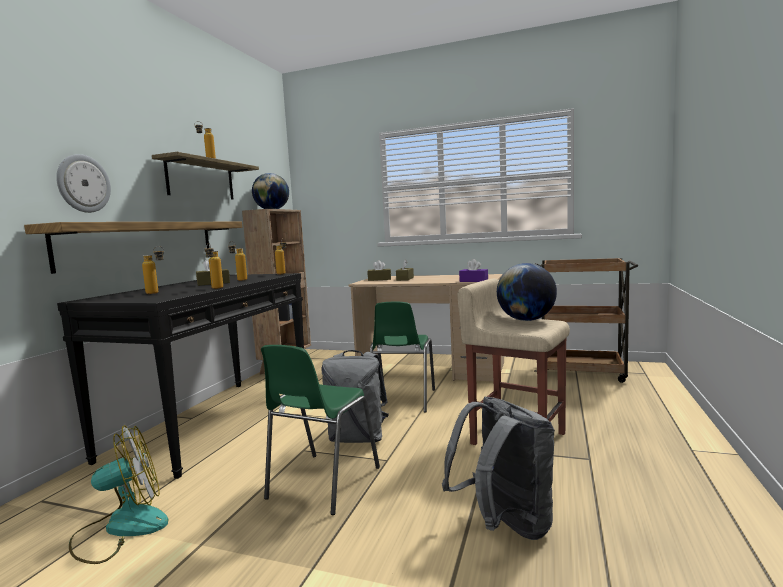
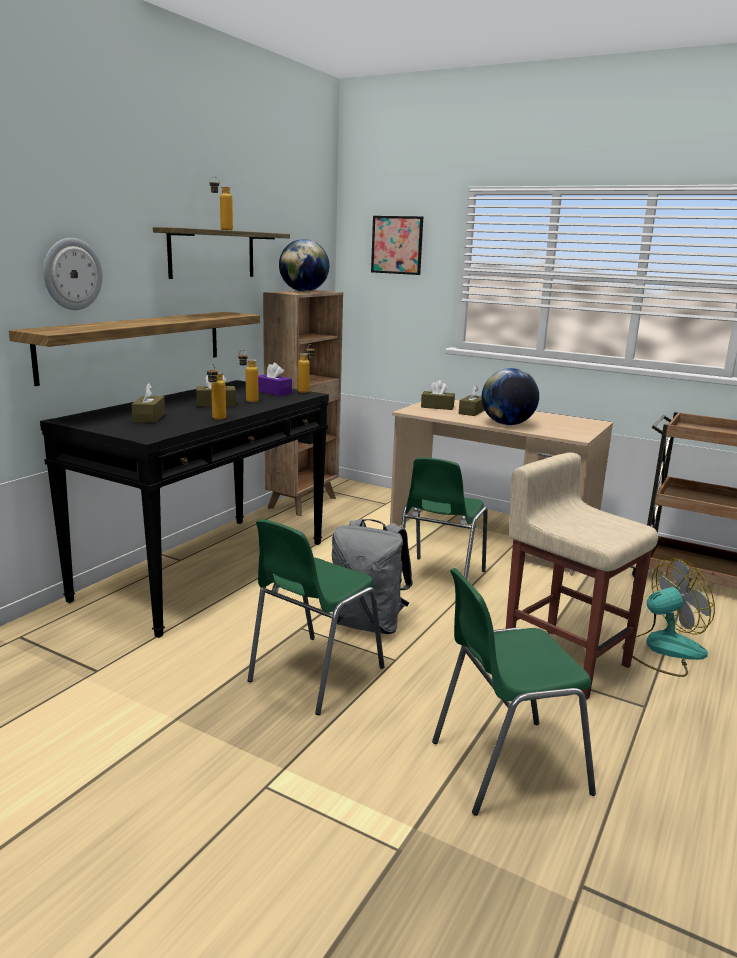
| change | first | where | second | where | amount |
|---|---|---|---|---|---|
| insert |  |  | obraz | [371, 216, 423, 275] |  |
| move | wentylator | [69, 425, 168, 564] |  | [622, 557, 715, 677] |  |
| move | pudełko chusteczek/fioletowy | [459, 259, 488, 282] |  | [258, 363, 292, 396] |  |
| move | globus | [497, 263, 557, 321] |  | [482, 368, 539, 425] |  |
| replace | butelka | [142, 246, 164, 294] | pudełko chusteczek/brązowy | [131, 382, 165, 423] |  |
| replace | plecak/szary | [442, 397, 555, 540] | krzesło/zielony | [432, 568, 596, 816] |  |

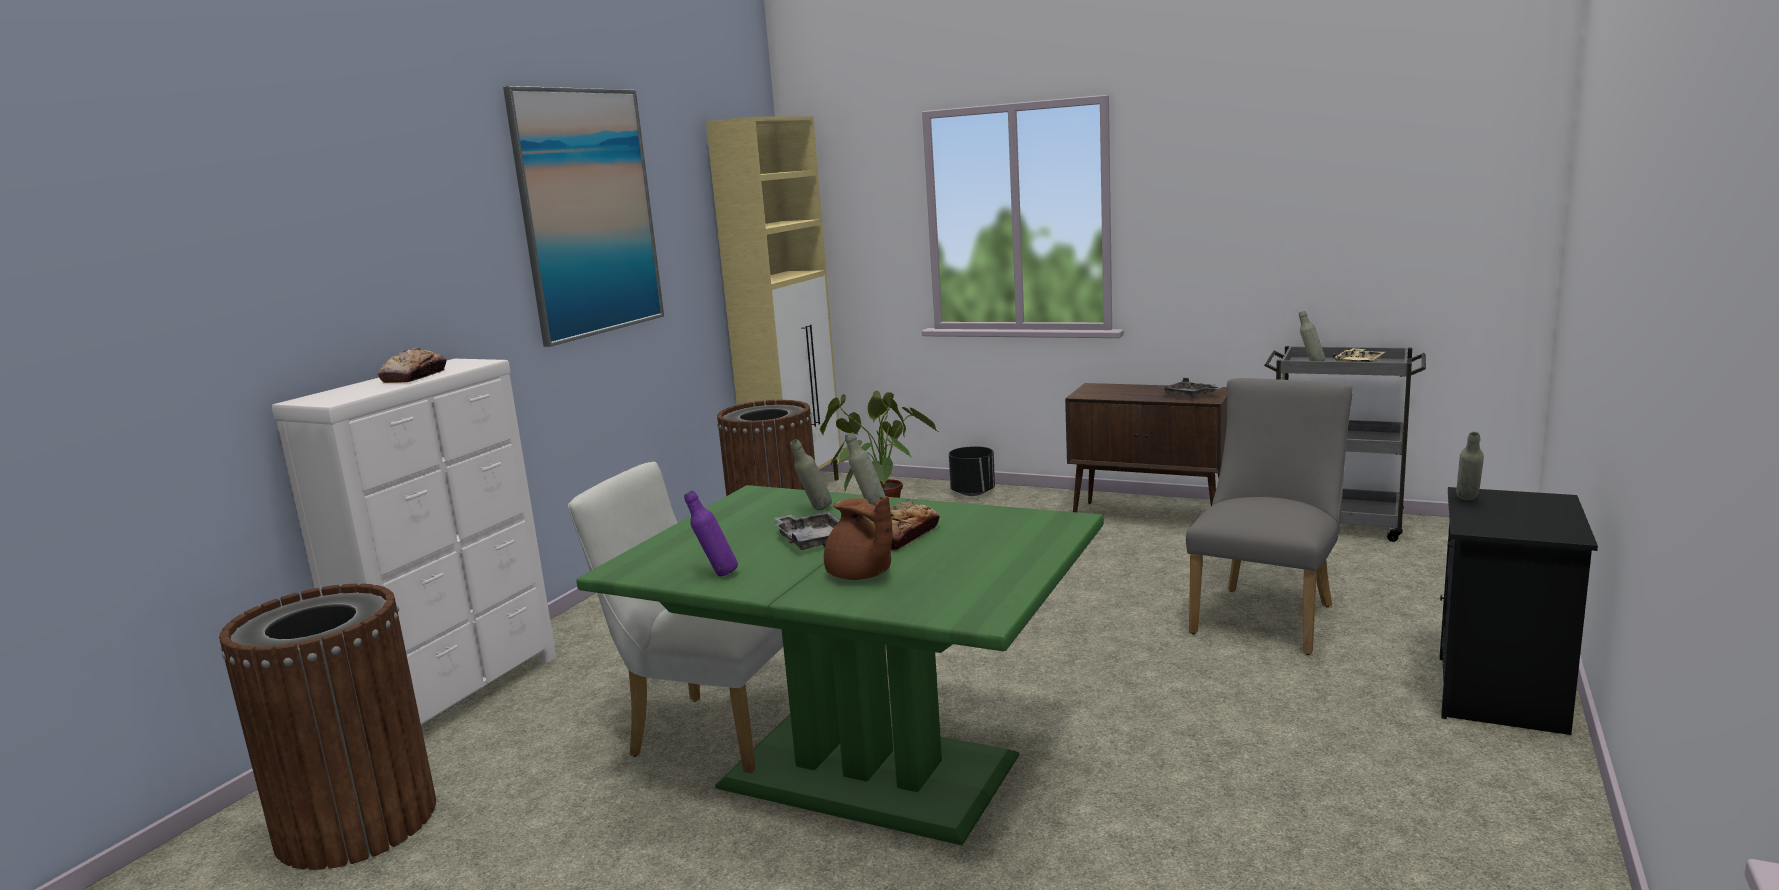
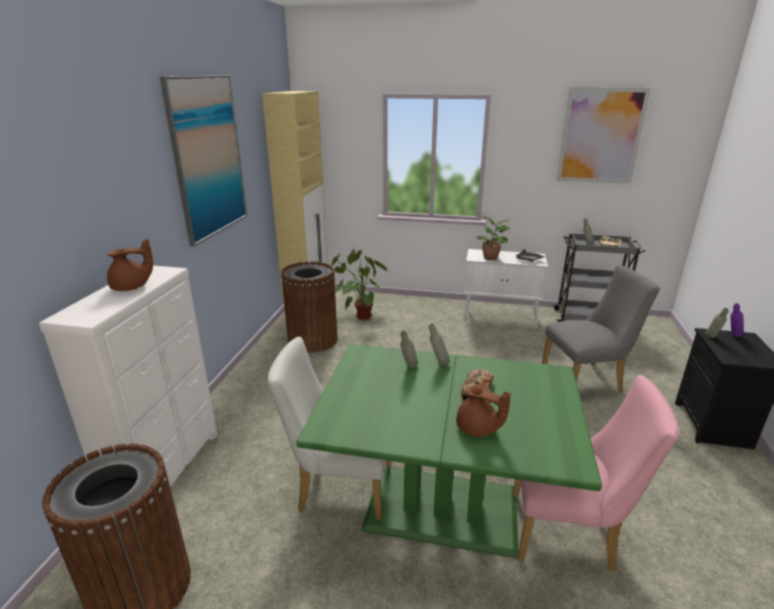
| change | first | where | second | where | amount |
|---|---|---|---|---|---|
| delete | taca/szary | [774, 511, 840, 550] |  |  |  |
| delete | donica/czarny | [949, 446, 995, 496] |  |  |  |
| insert |  |  | roślina doniczkowa | [476, 216, 509, 260] |  |
| insert |  |  | krzesło/różowy | [513, 375, 679, 572] |  |
| insert |  |  | obraz | [556, 87, 651, 184] |  |
| move | butelka/fioletowy | [684, 490, 738, 576] |  | [731, 303, 744, 337] |  |
| replace | chleb | [378, 348, 446, 383] | imbryk/brązowy | [107, 239, 153, 291] |  |
| recolor | szafka/brązowy | [1065, 383, 1227, 512] | szafka/biały | [463, 249, 548, 328] |  |
| rotate | krzesło/szary | [1186, 378, 1353, 655] |  | [542, 265, 660, 392] | 60 degrees clockwise |

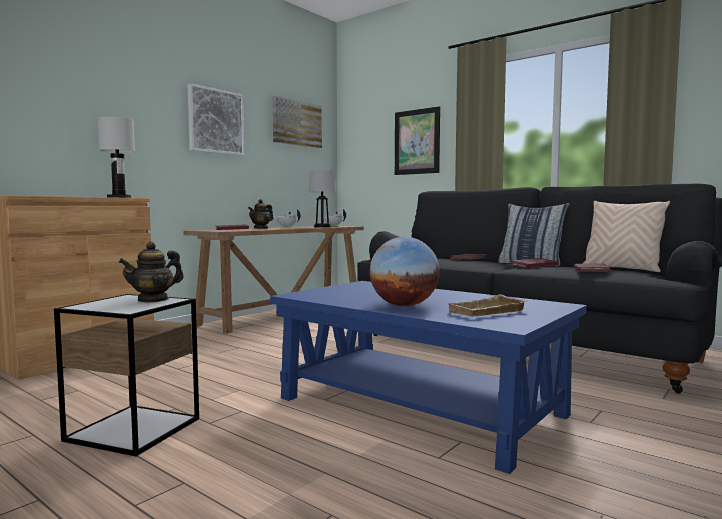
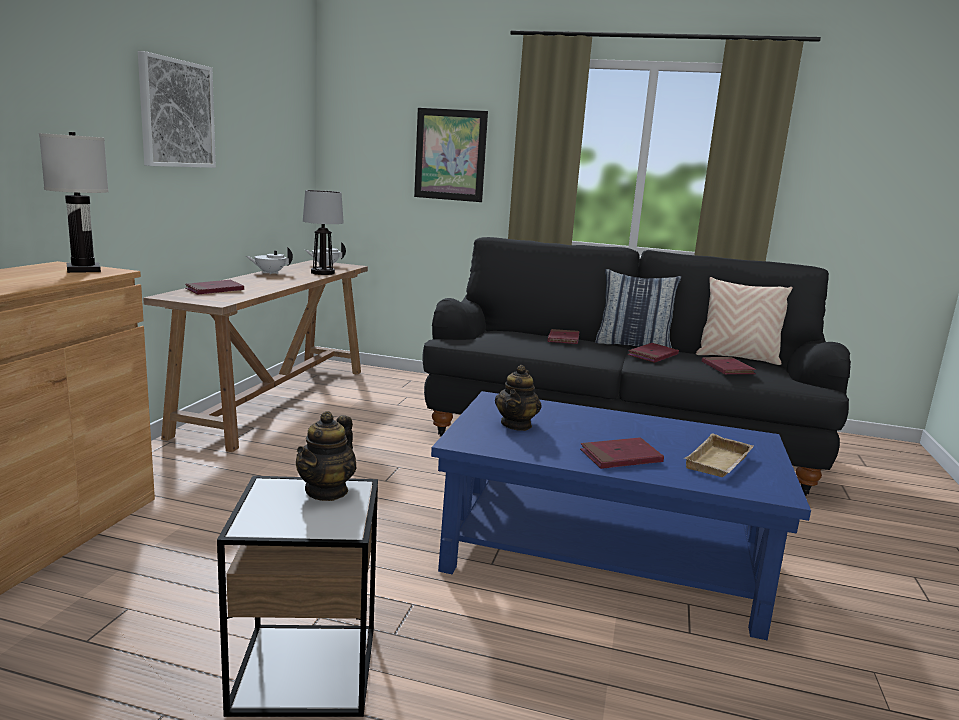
| change | first | where | second | where | amount |
|---|---|---|---|---|---|
| delete | obraz | [272, 96, 322, 148] |  |  |  |
| move | imbryk | [248, 199, 273, 229] |  | [495, 365, 542, 431] |  |
| replace | globus | [370, 237, 440, 306] | książka/czerwony | [580, 437, 664, 469] |  |

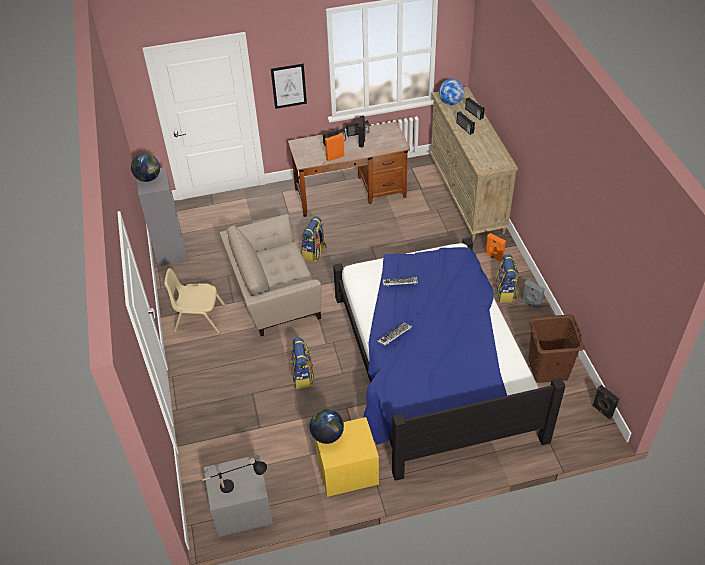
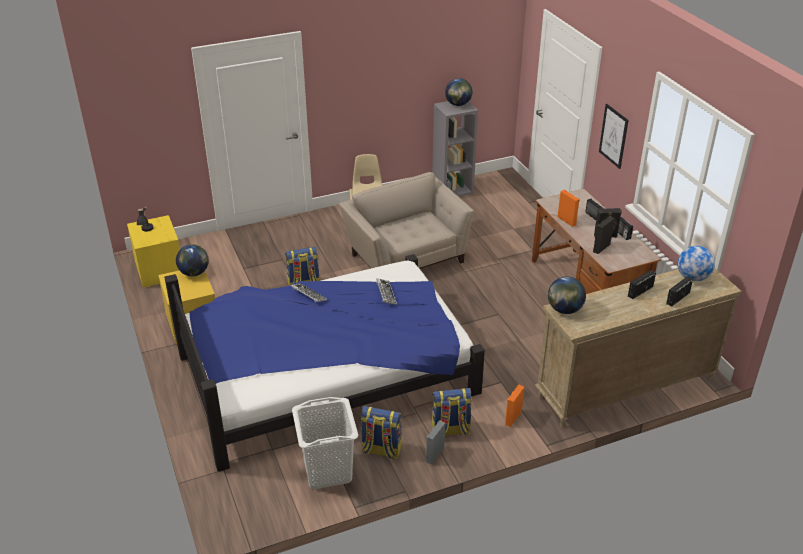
| change | first | where | second | where | amount |
|---|---|---|---|---|---|
| insert |  |  | globus | [548, 276, 586, 314] |  |
| move | plecak | [302, 216, 326, 263] |  | [361, 406, 402, 459] |  |
| move | głośnik/czarny | [592, 385, 619, 420] |  | [593, 216, 615, 254] |  |
| recolor | szafka nocna/szary | [204, 455, 273, 537] | szafka nocna/żółty | [127, 215, 180, 288] |  |
| recolor | kosz na pranie/brązowy | [529, 314, 585, 383] | kosz na pranie/biały | [292, 397, 358, 489] |  |

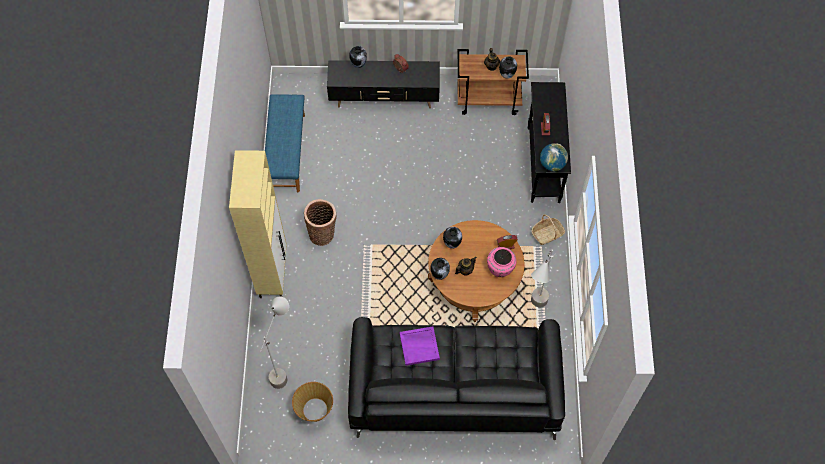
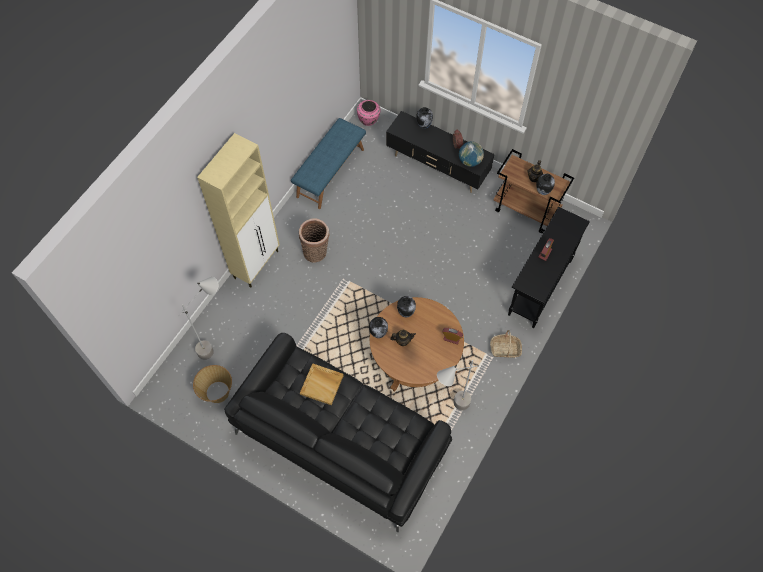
| change | first | where | second | where | amount |
|---|---|---|---|---|---|
| move | wazon/różowy | [487, 247, 516, 277] |  | [357, 100, 380, 126] |  |
| move | globus | [540, 143, 568, 172] |  | [459, 141, 484, 167] |  |
| recolor | taca/fioletowy | [399, 326, 440, 366] | taca/beżowy | [300, 363, 344, 405] |  |

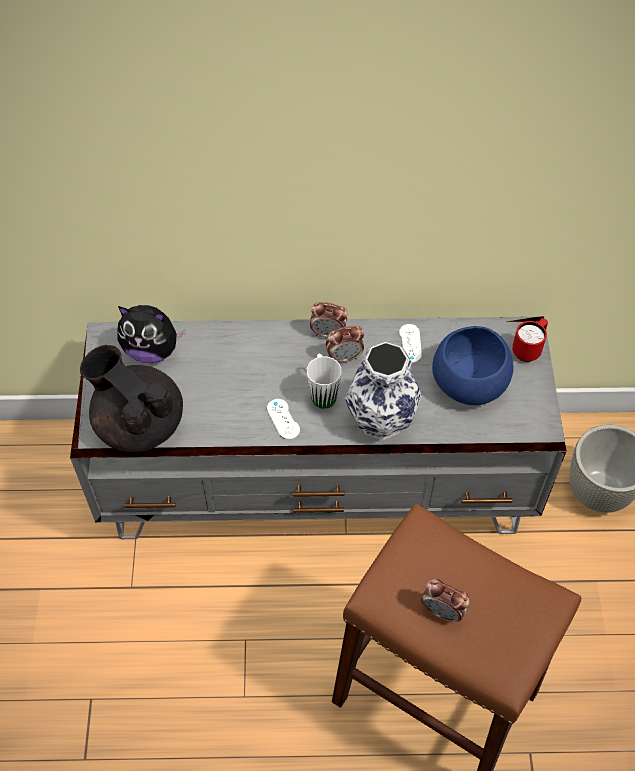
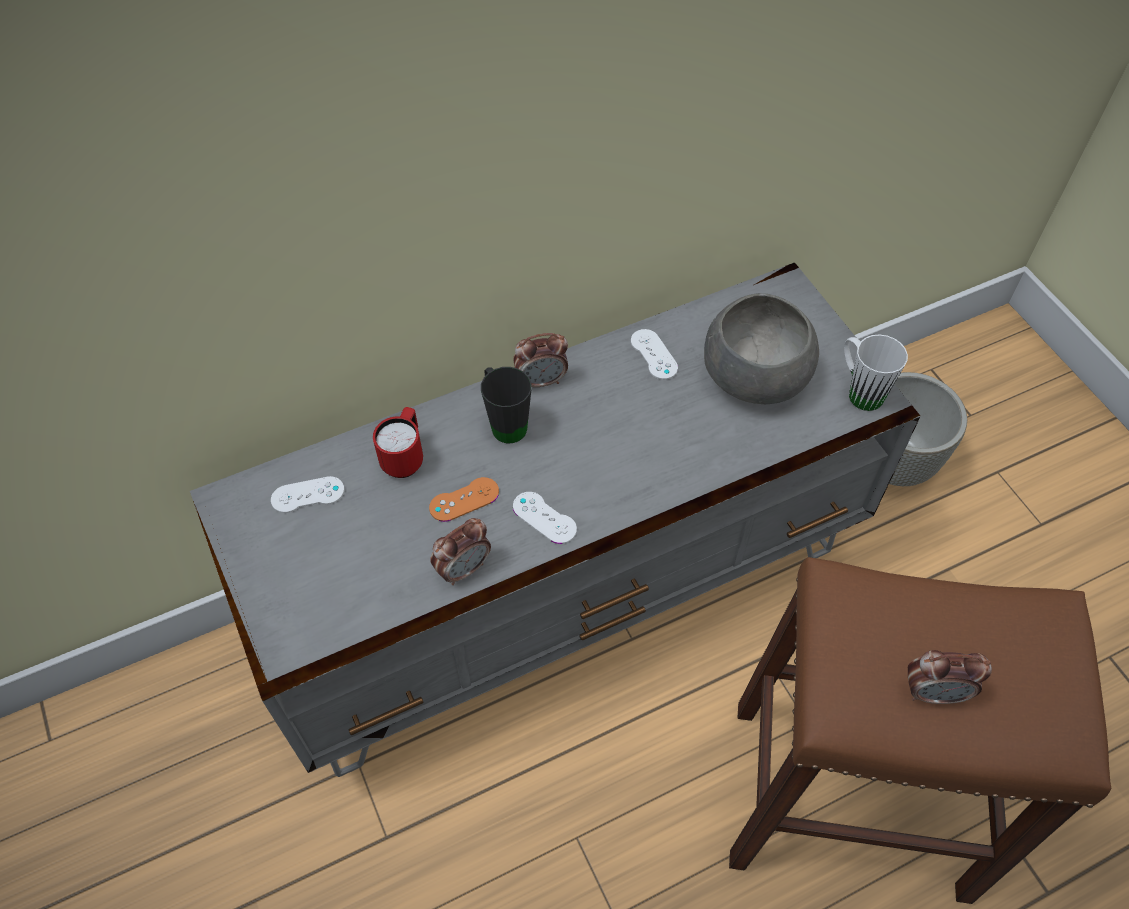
| change | first | where | second | where | amount |
|---|---|---|---|---|---|
| delete | imbryk/czarny | [80, 345, 183, 452] |  |  |  |
| delete | wazon | [345, 342, 422, 440] |  |  |  |
| insert |  |  | pad do gier/pomarańczowy | [429, 477, 499, 522] |  |
| insert |  |  | kubek/czarny | [481, 367, 532, 443] |  |
| move | kubek/biały | [307, 354, 342, 409] |  | [844, 334, 908, 411] |  |
| move | budzik | [326, 326, 364, 362] |  | [430, 518, 491, 585] |  |
| move | kubek/czerwony | [512, 318, 548, 362] |  | [373, 407, 423, 478] |  |
| replace | pluszak | [117, 305, 186, 363] | pad do gier/biały | [271, 476, 344, 513] |  |
| recolor | miska/niebieski | [432, 326, 514, 405] | miska/szary | [704, 293, 819, 404] |  |

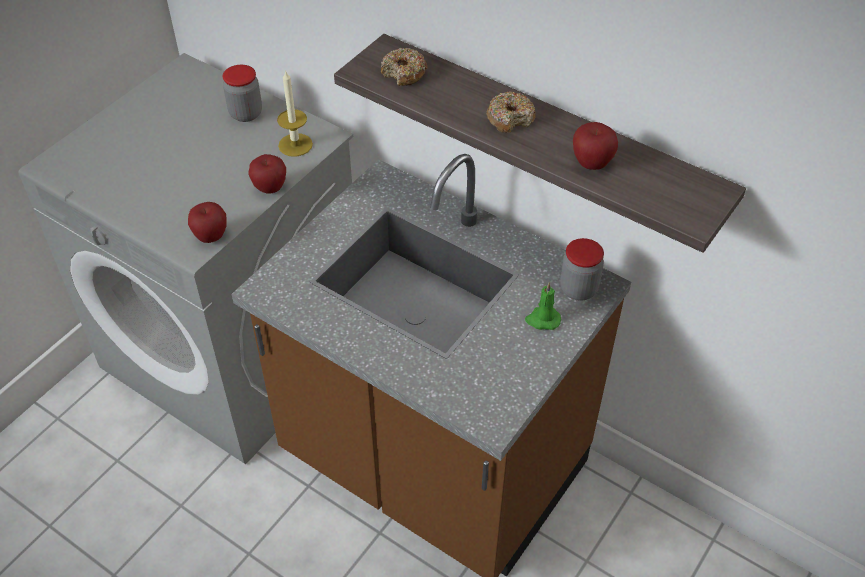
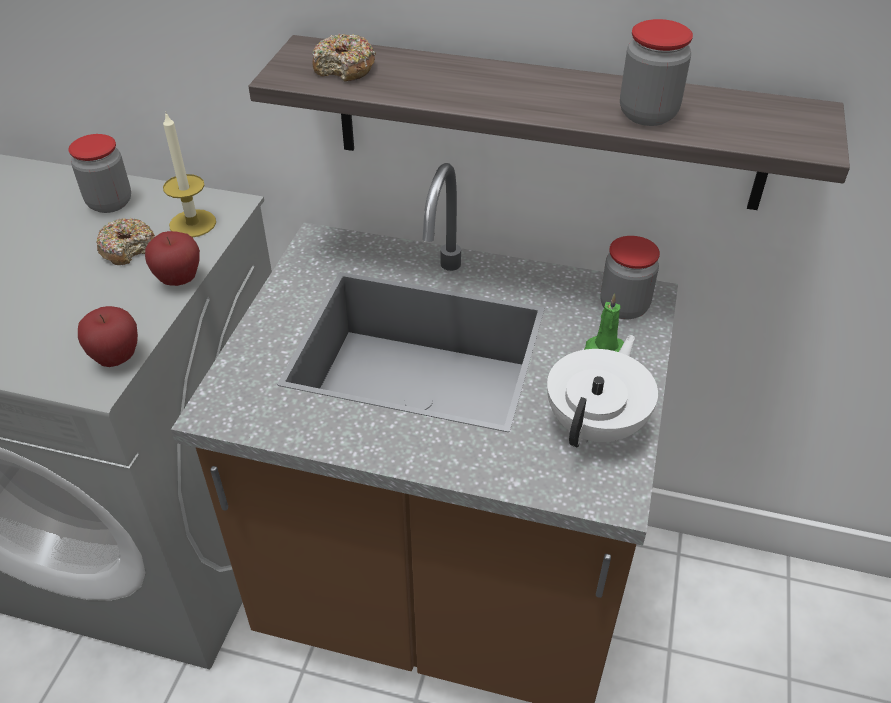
| change | first | where | second | where | amount |
|---|---|---|---|---|---|
| insert |  |  | imbryk/biały | [547, 335, 658, 447] |  |
| move | donut | [486, 92, 536, 133] |  | [96, 218, 155, 265] |  |
| replace | jabłko | [573, 122, 618, 170] | słoik | [620, 19, 693, 126] |  |

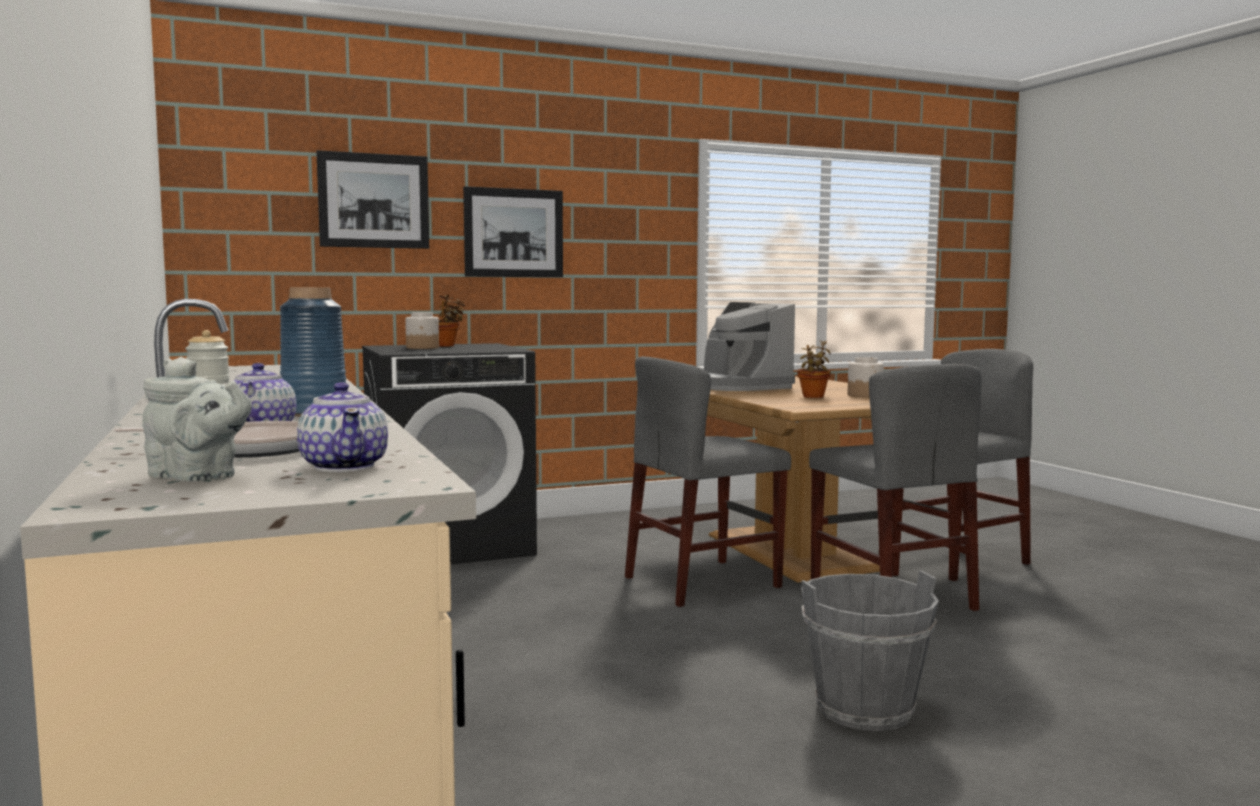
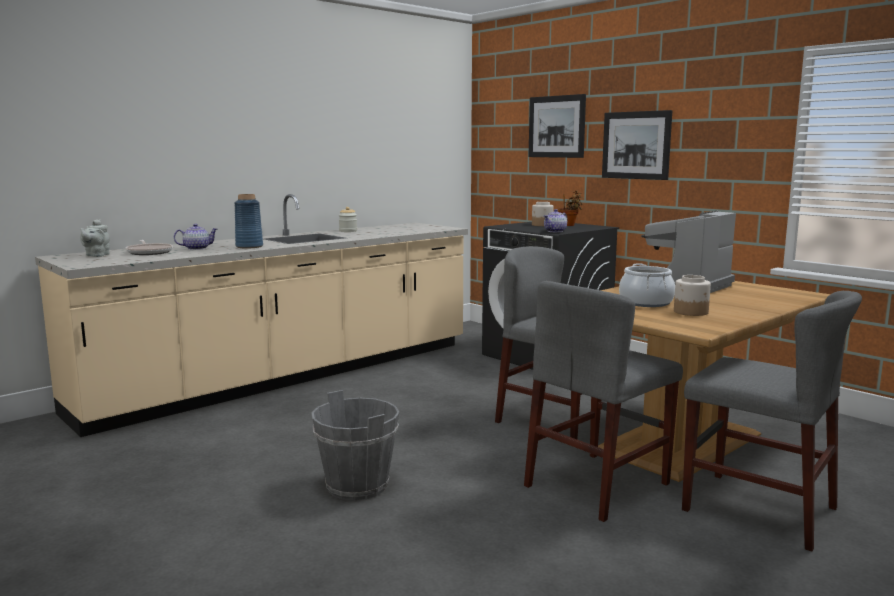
| change | first | where | second | where | amount |
|---|---|---|---|---|---|
| move | imbryk | [297, 382, 388, 472] |  | [544, 209, 568, 232] |  |
| replace | roślina doniczkowa | [797, 340, 831, 398] | garnek | [619, 264, 675, 307] |  |

